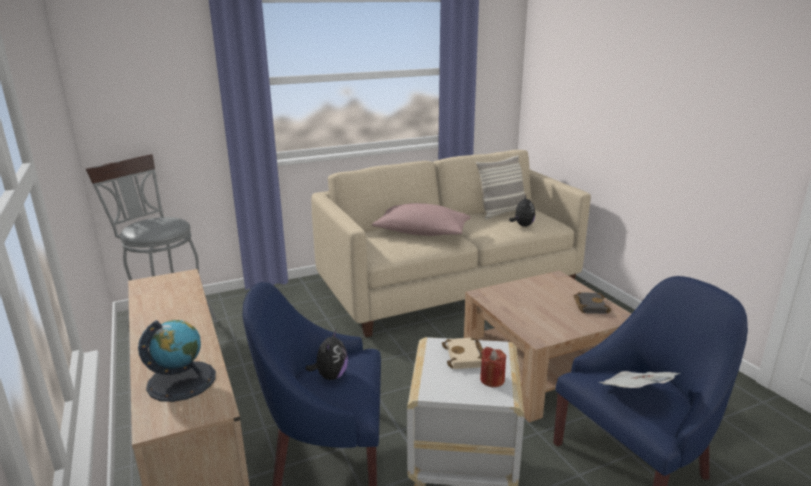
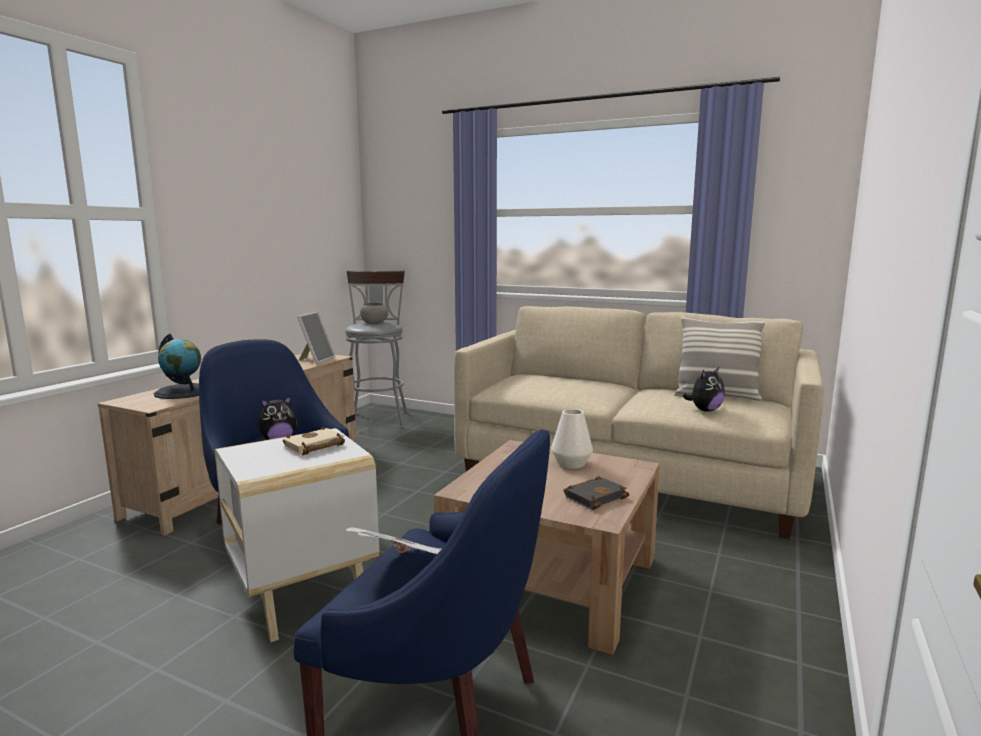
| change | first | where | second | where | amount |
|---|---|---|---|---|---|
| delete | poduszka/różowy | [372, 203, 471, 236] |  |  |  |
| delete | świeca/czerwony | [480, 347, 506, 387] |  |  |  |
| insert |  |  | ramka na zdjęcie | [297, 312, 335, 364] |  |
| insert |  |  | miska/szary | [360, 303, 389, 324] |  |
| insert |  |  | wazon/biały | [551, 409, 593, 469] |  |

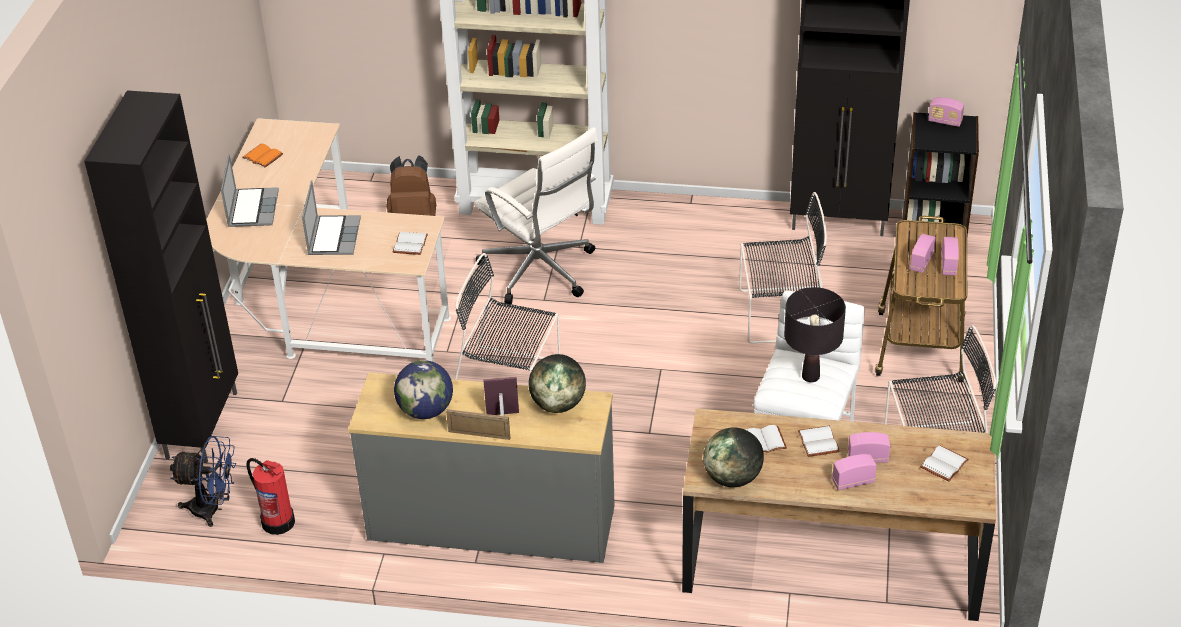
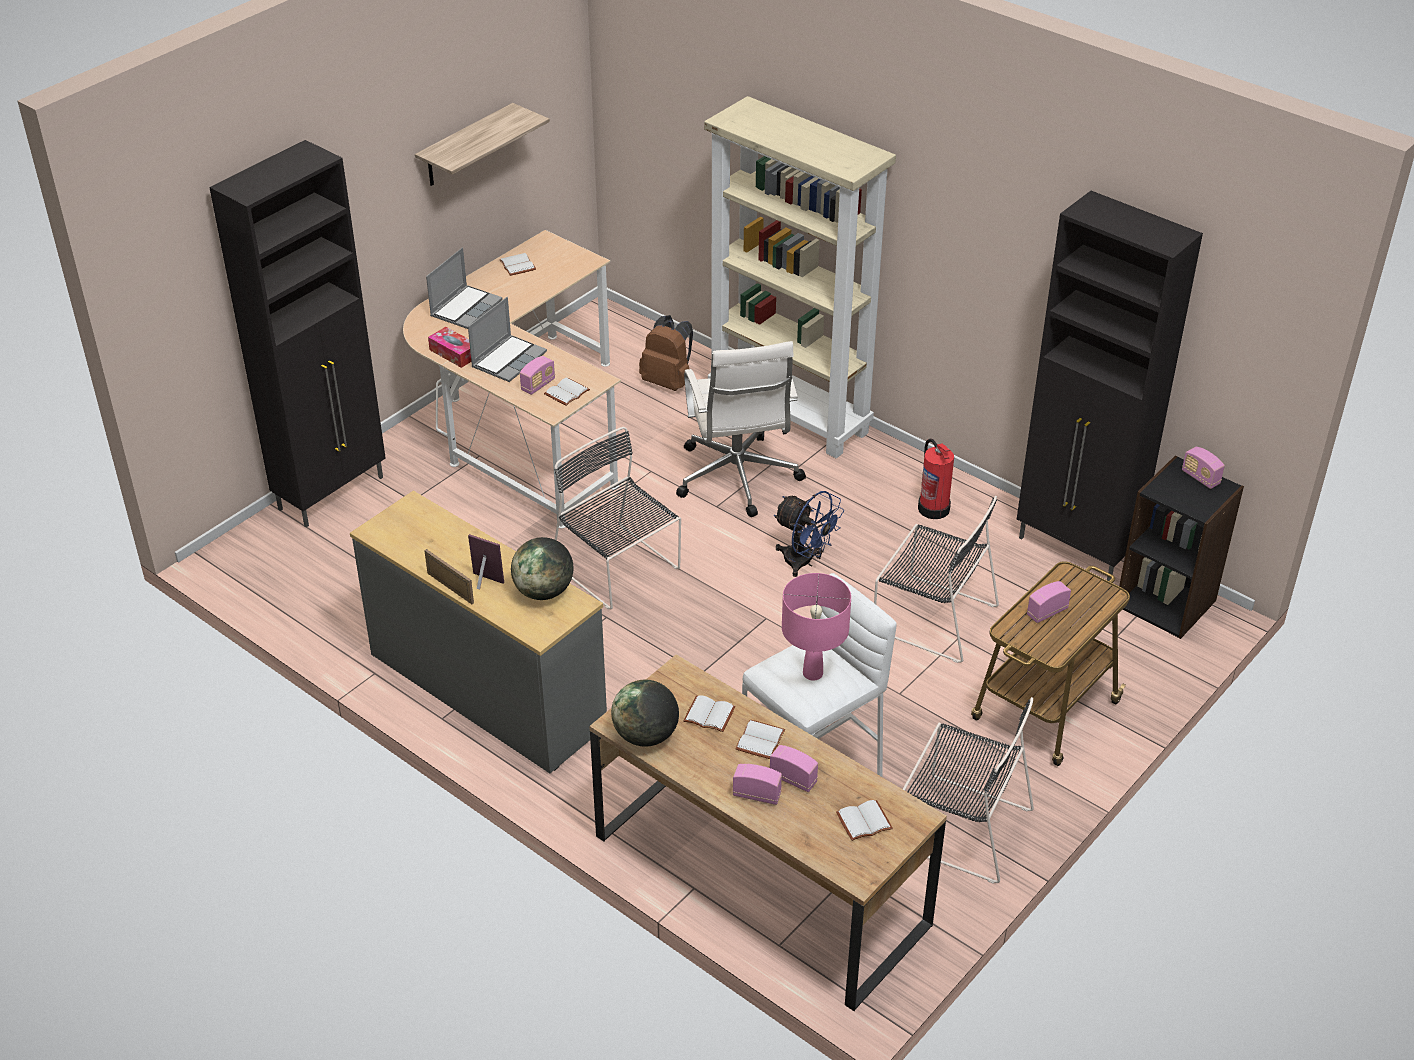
| change | first | where | second | where | amount |
|---|---|---|---|---|---|
| delete | globus | [394, 360, 453, 419] |  |  |  |
| insert |  |  | półka | [415, 103, 550, 186] |  |
| insert |  |  | pudełko chusteczek | [428, 327, 471, 368] |  |
| move | wentylator/niebieski | [170, 436, 236, 527] |  | [774, 491, 844, 577] |  |
| move | gaśnica | [247, 458, 295, 535] |  | [918, 439, 954, 519] |  |
| move | radio | [942, 237, 959, 275] |  | [520, 356, 555, 395] |  |
| recolor | książka/pomarańczowy | [242, 143, 283, 167] | książka/biały | [499, 253, 536, 276] |  |
| recolor | lampa stołowa/czarny | [784, 287, 846, 382] | lampa stołowa/różowy | [782, 573, 851, 681] |  |

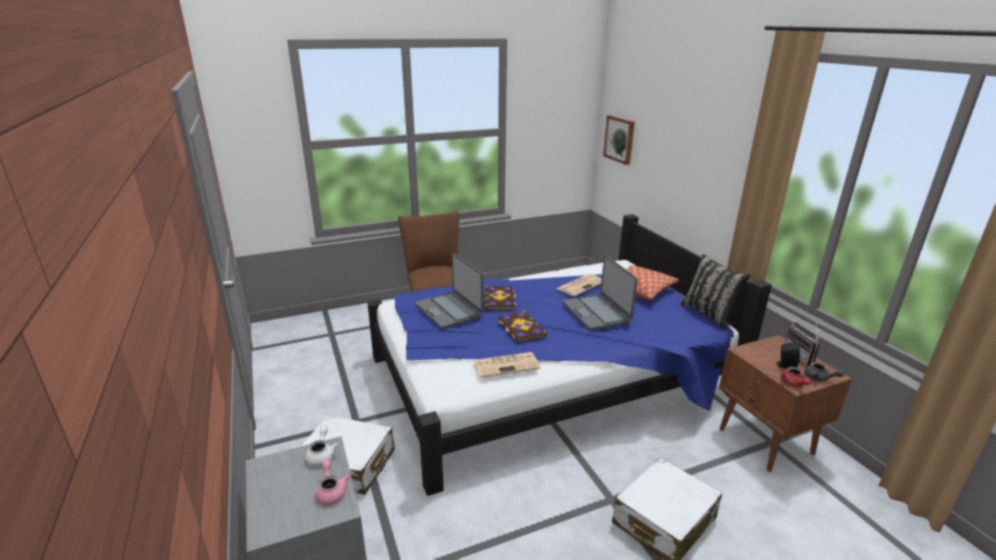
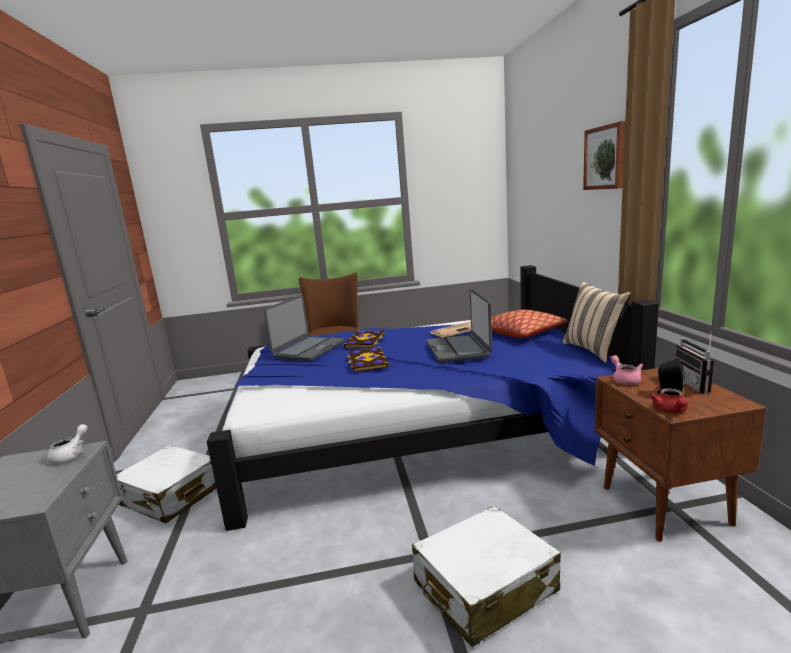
| change | first | where | second | where | amount |
|---|---|---|---|---|---|
| delete | gazeta | [473, 352, 541, 378] |  |  |  |
| delete | imbryk/szary | [805, 362, 844, 382] |  |  |  |
| move | imbryk/różowy | [315, 459, 350, 505] |  | [610, 355, 643, 385] |  |
| move | obraz | [603, 115, 635, 165] |  | [583, 121, 625, 190] |  |
| recolor | poduszka/czarny | [681, 254, 750, 330] | poduszka/beżowy | [563, 282, 631, 363] |  |
| rotate | laptop | [415, 253, 483, 329] |  | [264, 295, 344, 361] | 135 degrees counterclockwise |

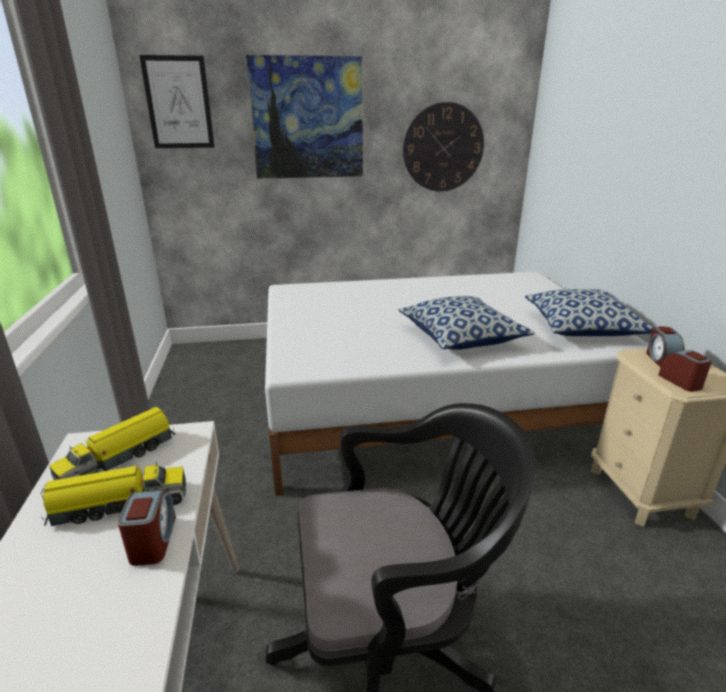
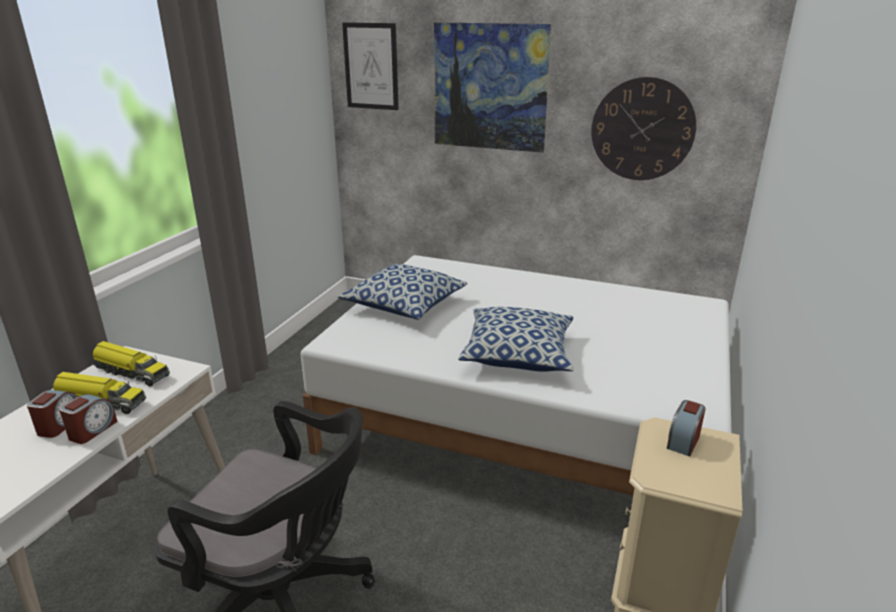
| change | first | where | second | where | amount |
|---|---|---|---|---|---|
| move | poduszka | [525, 289, 653, 336] |  | [338, 264, 467, 320] |  |
| move | budzik | [658, 350, 712, 392] |  | [27, 390, 77, 438] |  |
| rotate | ciężarówka zabawkowa | [49, 407, 175, 480] |  | [93, 341, 170, 387] | 135 degrees counterclockwise |

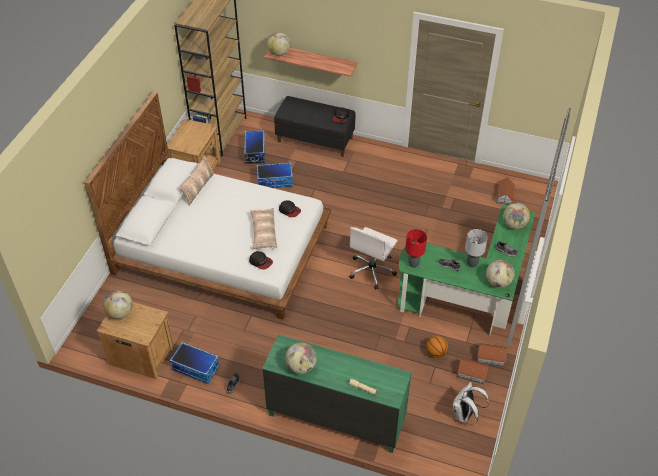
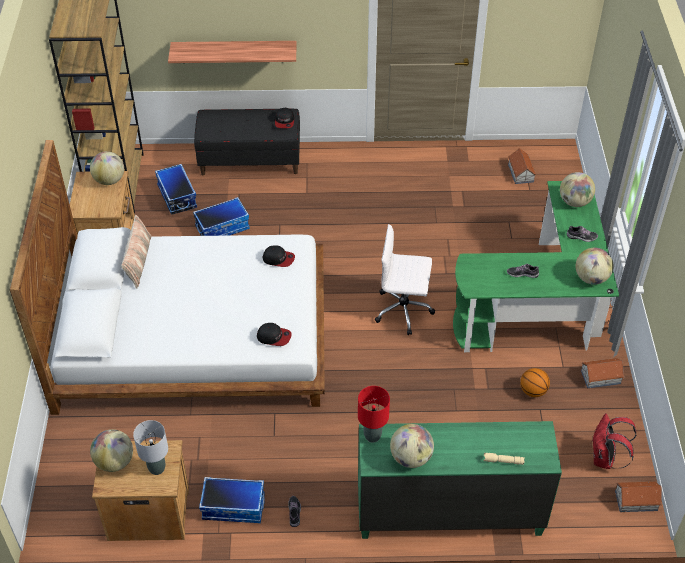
| change | first | where | second | where | amount |
|---|---|---|---|---|---|
| delete | poduszka | [250, 208, 277, 249] |  |  |  |
| move | globus | [267, 32, 291, 56] |  | [90, 151, 124, 185] |  |
| move | lampa stołowa/czerwony | [405, 229, 427, 268] |  | [358, 386, 390, 442] |  |
| move | domek | [457, 358, 489, 384] |  | [615, 482, 662, 512] |  |
| move | lampa stołowa/szary | [465, 229, 488, 268] |  | [133, 420, 168, 475] |  |
| recolor | plecak/biały | [452, 382, 489, 425] | plecak/czerwony | [593, 413, 636, 469] |  |
| rotate | krzesło biurowe/biały | [349, 227, 398, 289] |  | [375, 224, 435, 335] | 90 degrees clockwise |

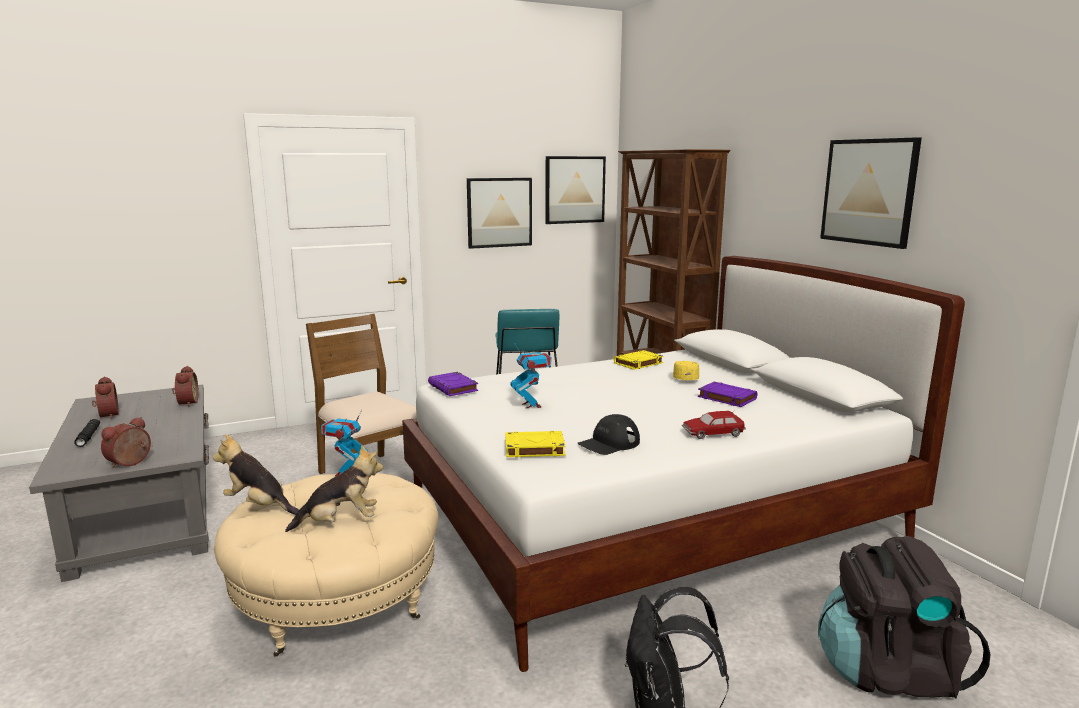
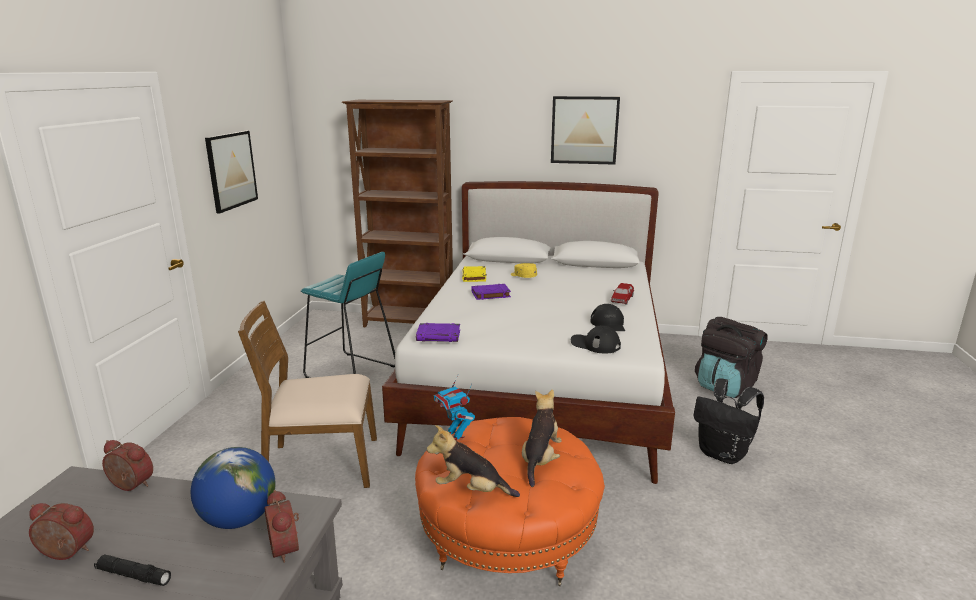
| change | first | where | second | where | amount |
|---|---|---|---|---|---|
| delete | robot zabawkowy | [511, 344, 552, 408] |  |  |  |
| delete | obraz | [545, 156, 606, 224] |  |  |  |
| insert |  |  | globus | [191, 447, 276, 529] |  |
| move | książka/fioletowy | [698, 382, 757, 407] |  | [471, 284, 511, 300] |  |
| replace | książka/żółty | [505, 431, 566, 458] | czapka z daszkiem/czarny | [571, 326, 621, 353] |  |
| recolor | pufa/beżowy | [214, 473, 439, 657] | pufa/pomarańczowy | [415, 417, 605, 586] |  |
| rotate | pluszak | [213, 434, 299, 515] |  | [427, 425, 520, 497] | 45 degrees clockwise |

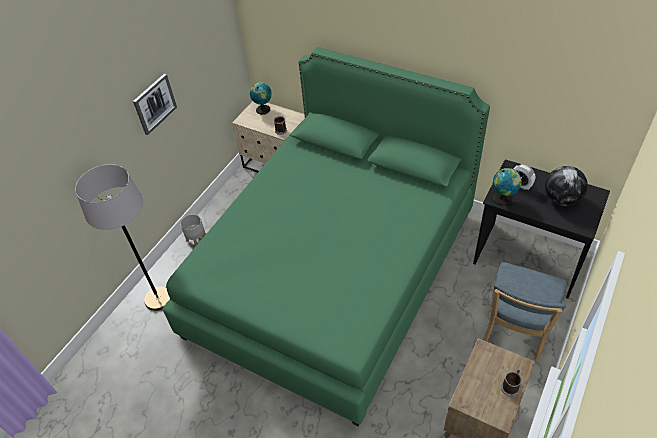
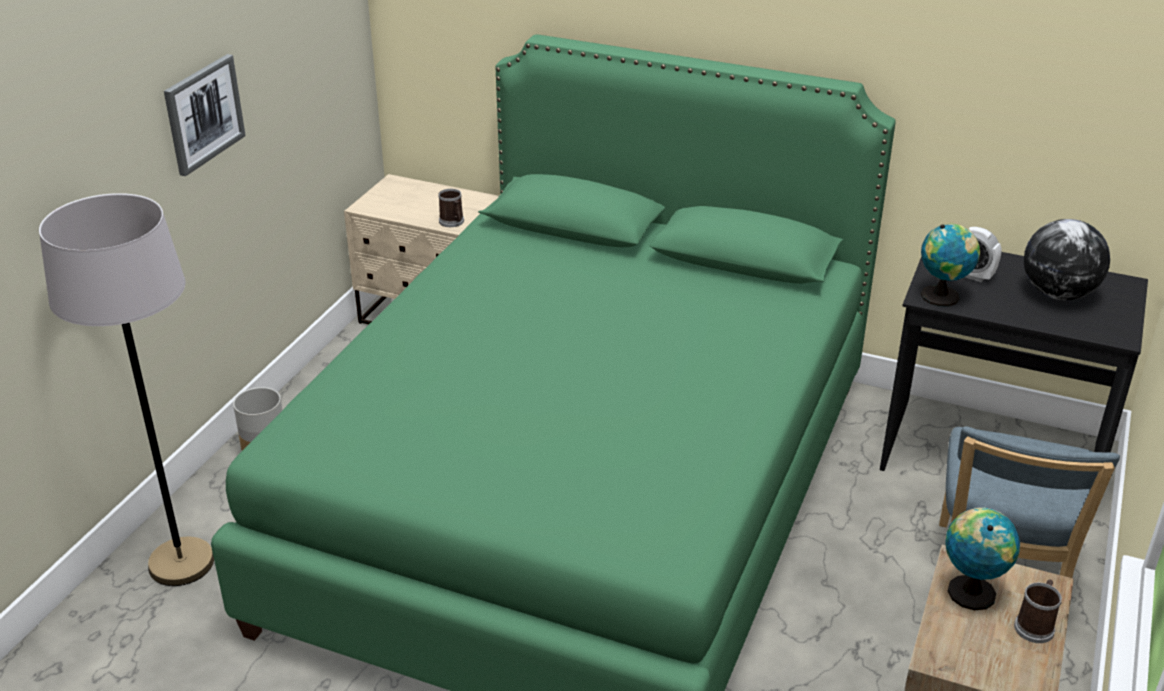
| change | first | where | second | where | amount |
|---|---|---|---|---|---|
| move | globus | [250, 82, 272, 115] |  | [945, 508, 1020, 610] |  |

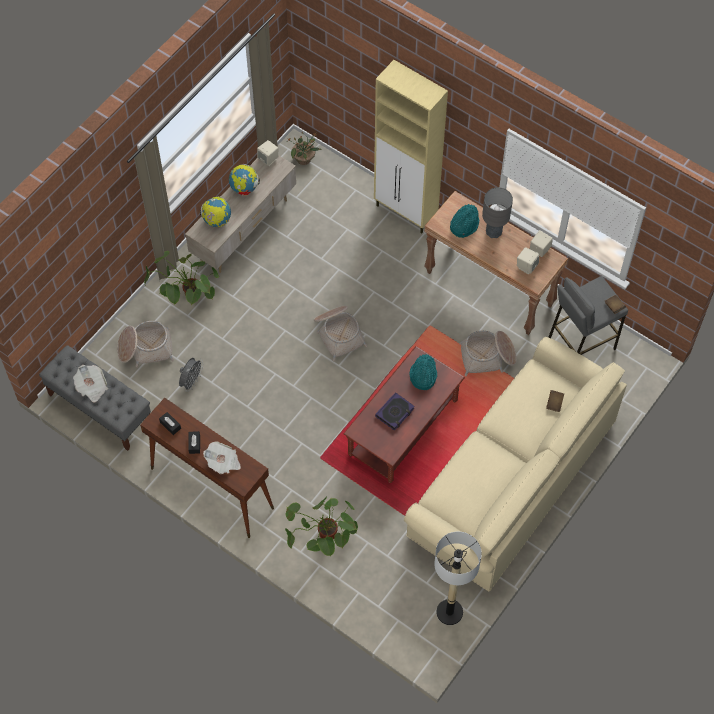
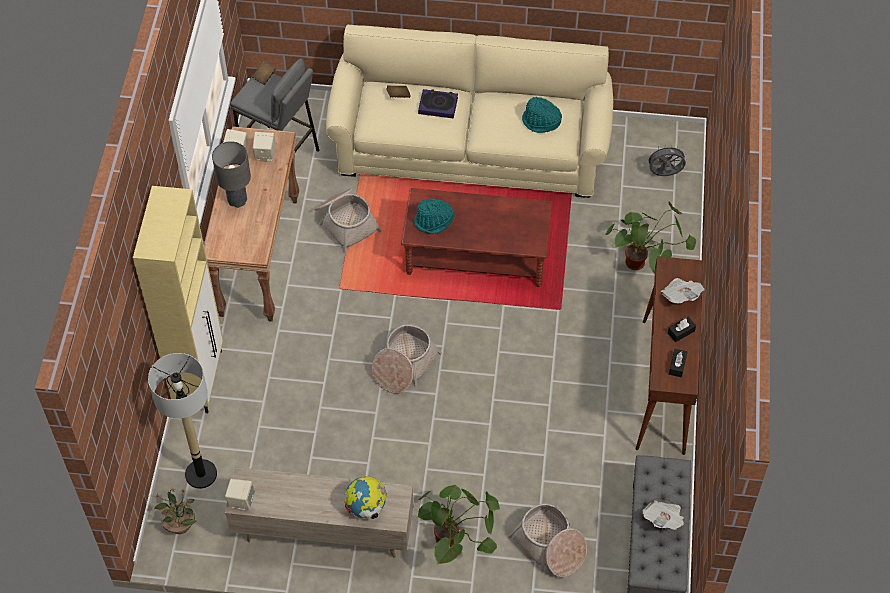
| change | first | where | second | where | amount |
|---|---|---|---|---|---|
| delete | globus | [229, 164, 260, 195] |  |  |  |
| move | wentylator/szary | [179, 358, 204, 392] |  | [646, 144, 687, 176] |  |
| move | książka | [375, 392, 415, 431] |  | [418, 89, 458, 118] |  |
| move | lampa stojąca | [434, 532, 482, 625] |  | [148, 353, 217, 489] |  |
| move | kapelusz/turkusowy | [450, 204, 479, 238] |  | [522, 97, 562, 133] |  |

